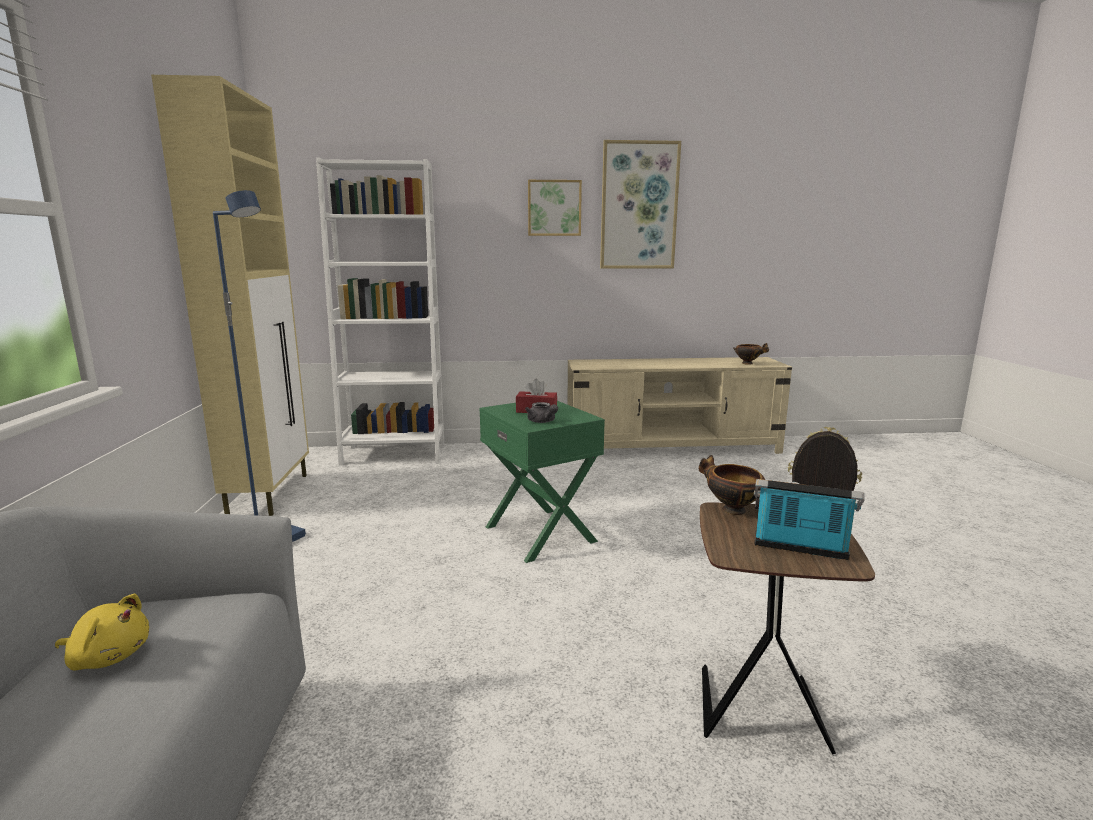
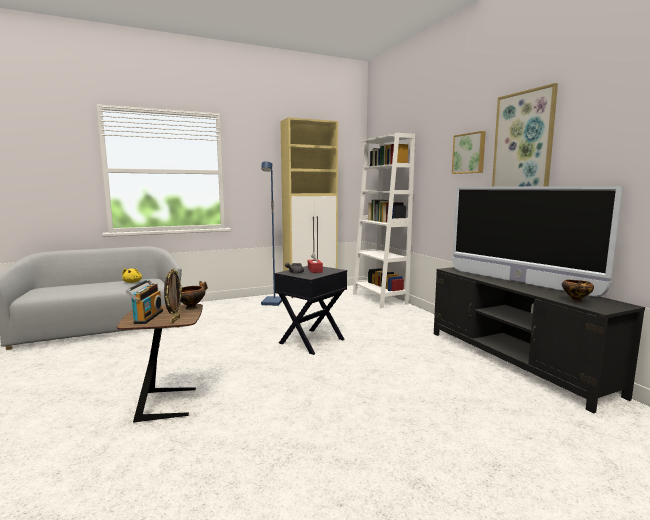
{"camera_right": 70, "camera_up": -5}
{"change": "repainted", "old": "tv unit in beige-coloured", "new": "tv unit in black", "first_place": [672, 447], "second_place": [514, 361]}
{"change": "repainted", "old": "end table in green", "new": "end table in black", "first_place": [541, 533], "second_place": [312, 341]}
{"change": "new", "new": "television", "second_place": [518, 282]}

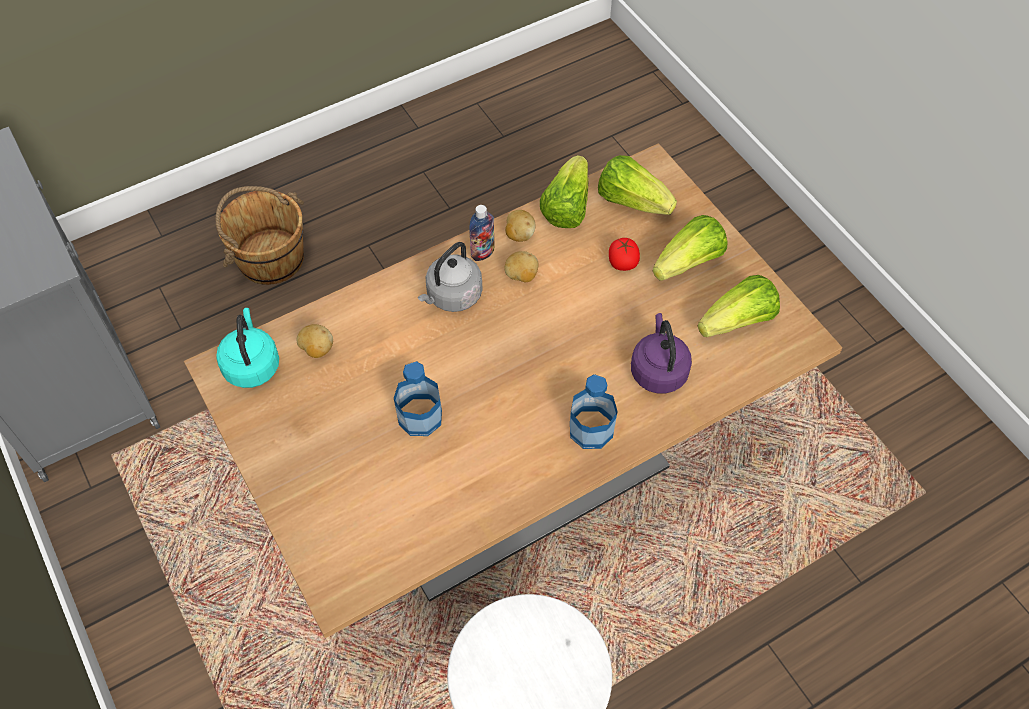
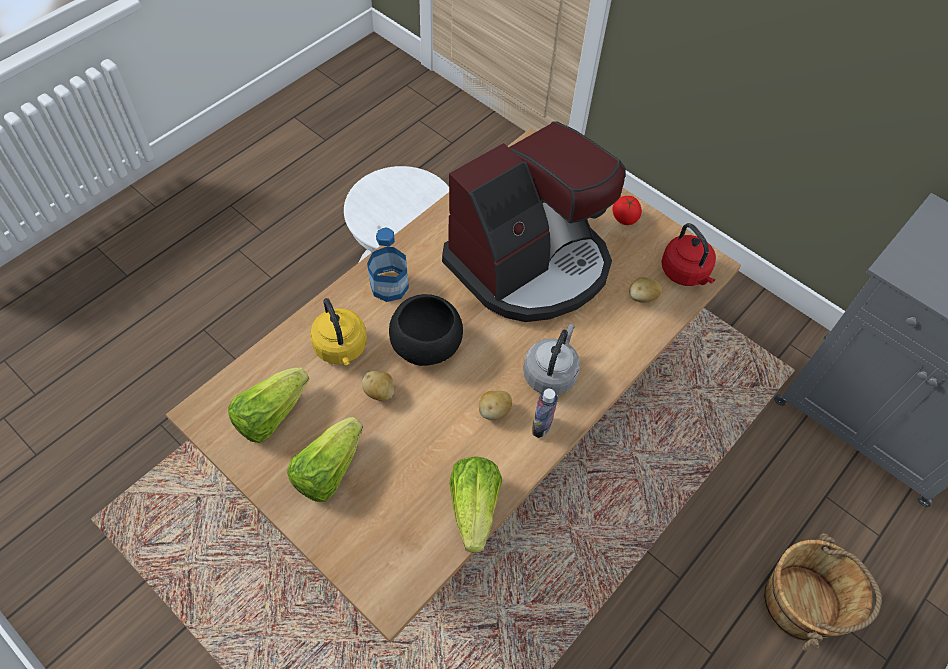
{"camera_right": 160, "camera_up": 0}
{"change": "gone", "old": "lettuce", "first_place": [632, 201]}
{"change": "shifted", "old": "whole potato", "first_place": [519, 234], "second_place": [380, 392]}
{"change": "shifted", "old": "tomato", "first_place": [622, 262], "second_place": [625, 218]}
{"change": "repainted", "old": "kettle in turquoise", "new": "kettle in red-coloured", "first_place": [252, 364], "second_place": [685, 273]}
{"change": "repainted", "old": "kettle in purple", "new": "kettle in yellowish", "first_place": [658, 370], "second_place": [341, 348]}
{"change": "swapped", "old": "beverage bottle", "new": "coffee machine", "first_place": [420, 417], "second_place": [530, 264]}
{"change": "new", "new": "bowl in black", "second_place": [426, 345]}

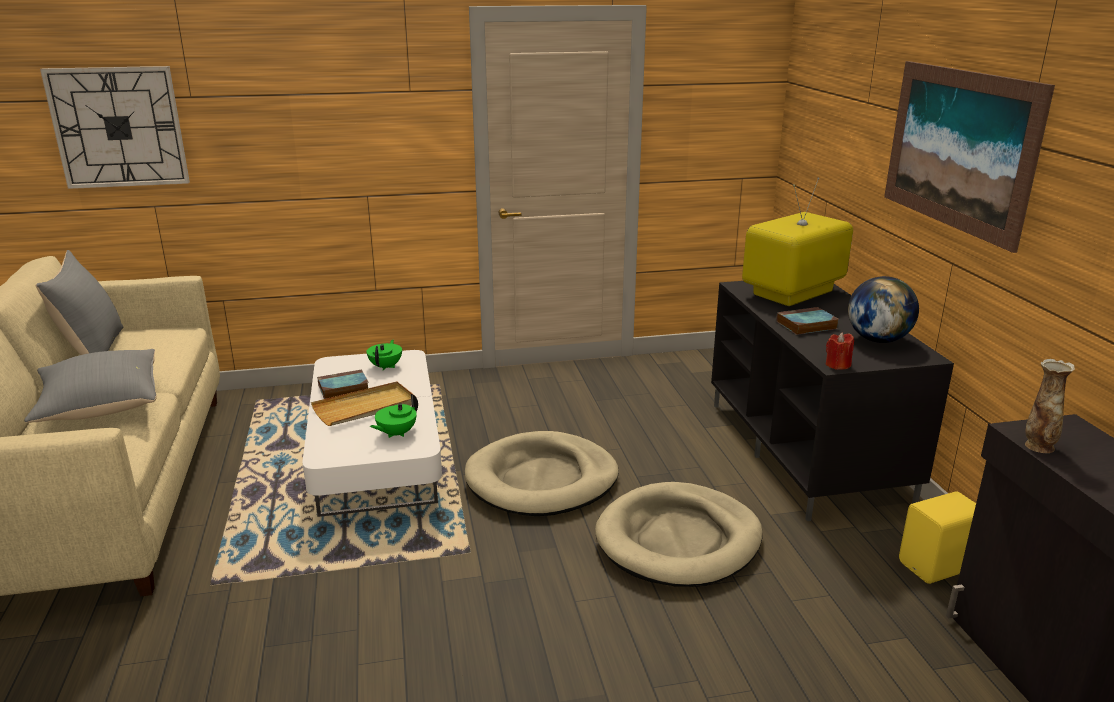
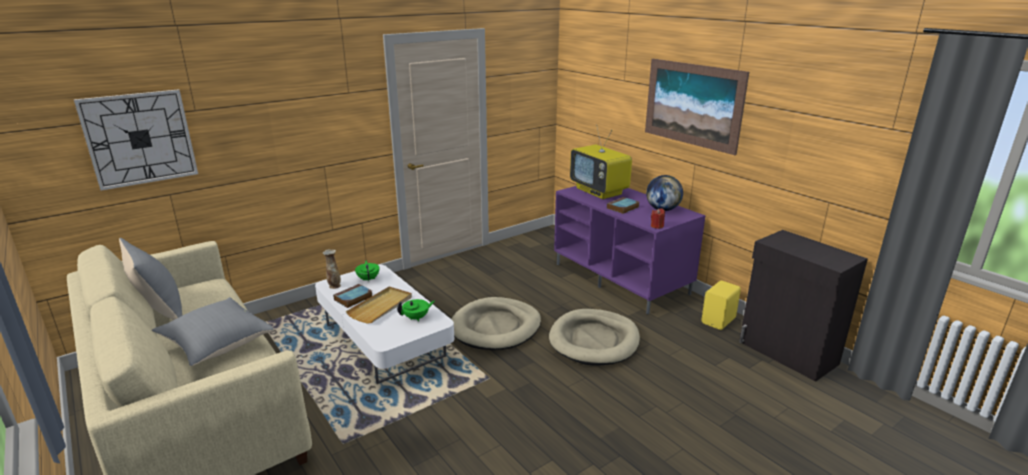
{"camera_right": -25, "camera_up": 0}
{"change": "rotated", "old": "television", "first_place": [793, 293], "second_place": [599, 191], "degrees": -60}
{"change": "repainted", "old": "tv unit in black", "new": "tv unit in purple", "first_place": [807, 452], "second_place": [622, 278]}
{"change": "shifted", "old": "flower vase", "first_place": [1038, 446], "second_place": [334, 286]}
{"change": "rotated", "old": "pot for tea in green", "first_place": [396, 433], "second_place": [417, 318], "degrees": -135}

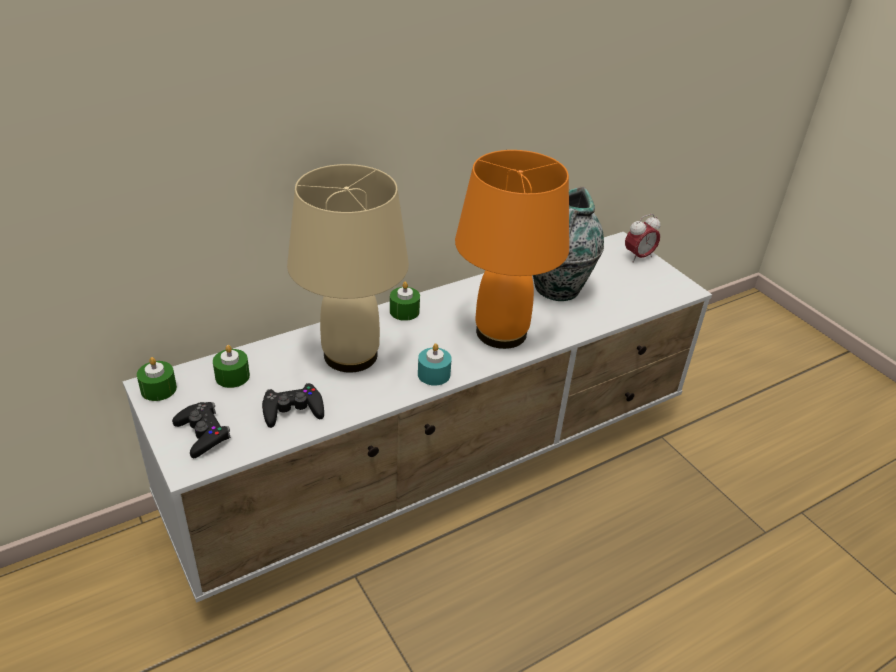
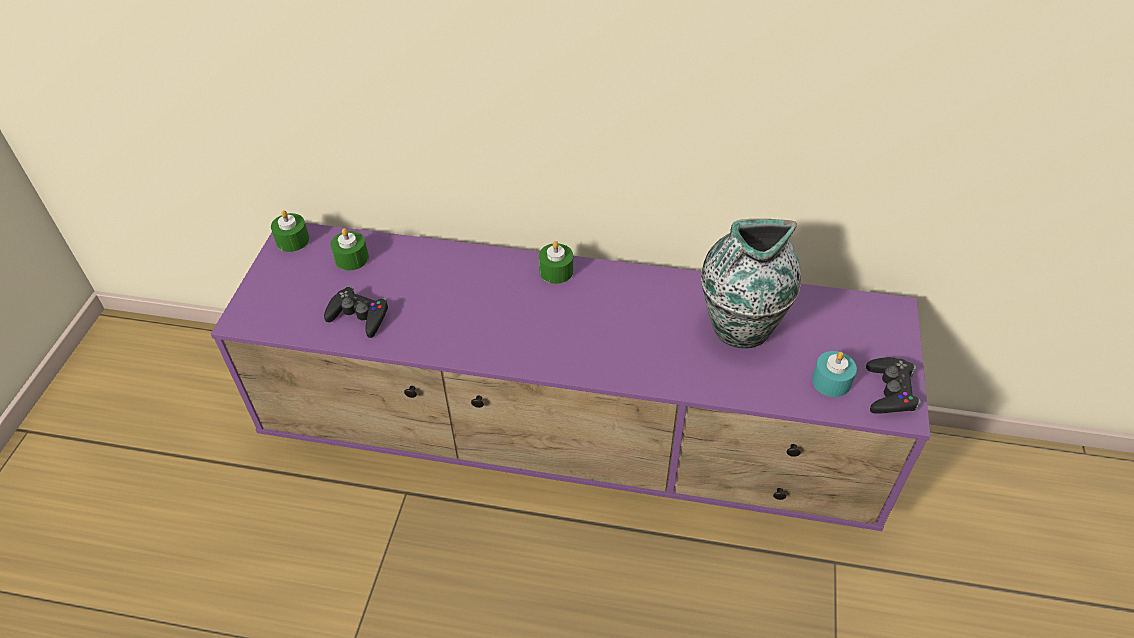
{"camera_right": 45, "camera_up": 10}
{"change": "gone", "old": "table lamp in orangey", "first_place": [501, 333]}
{"change": "gone", "old": "table lamp in beige-coloured", "first_place": [349, 355]}
{"change": "gone", "old": "bedside clock", "first_place": [638, 257]}
{"change": "repainted", "old": "tv unit in white", "new": "tv unit in purple", "first_place": [441, 466], "second_place": [572, 444]}
{"change": "shifted", "old": "candle in turquoise", "first_place": [434, 374], "second_place": [831, 381]}
{"change": "shifted", "old": "game controller in black", "first_place": [202, 433], "second_place": [890, 391]}

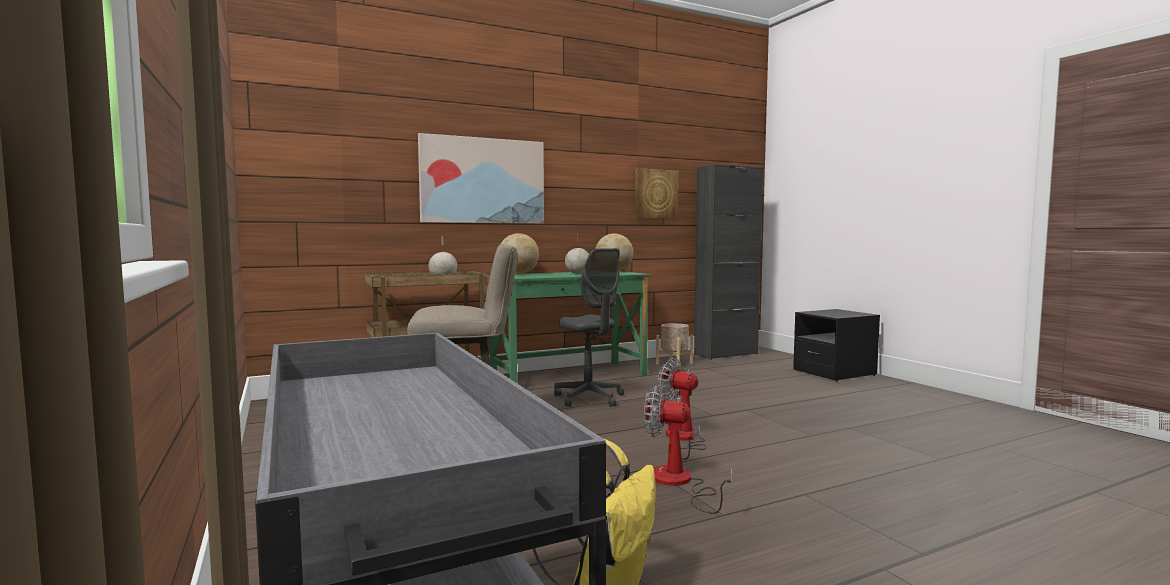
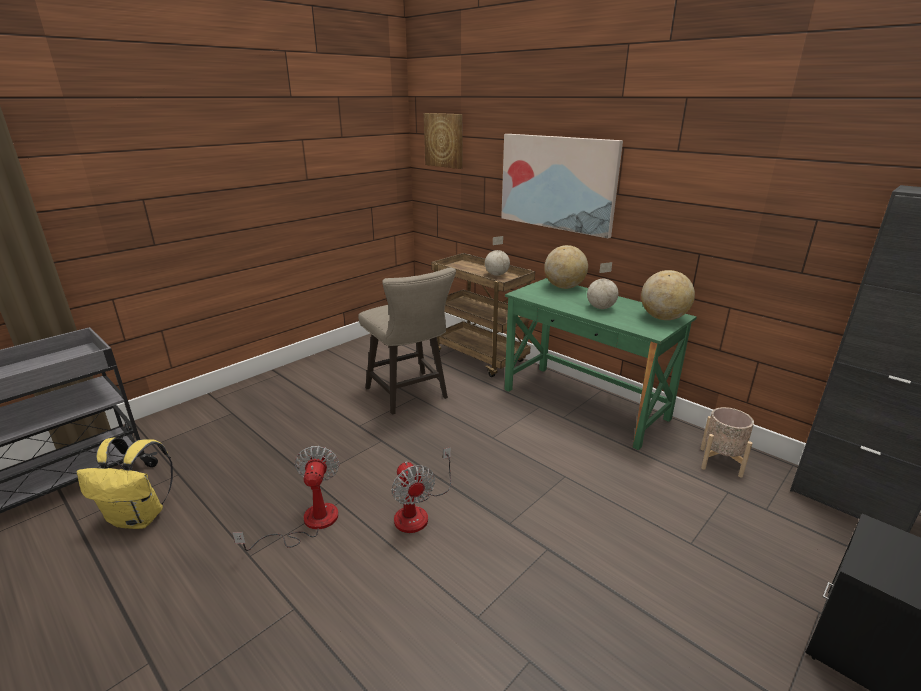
{"camera_right": 70, "camera_up": 20}
{"change": "shifted", "old": "wall picture", "first_place": [655, 194], "second_place": [444, 140]}
{"change": "gone", "old": "computer chair in gray", "first_place": [589, 398]}
{"change": "rotated", "old": "cooling fan", "first_place": [683, 439], "second_place": [418, 511], "degrees": 135}

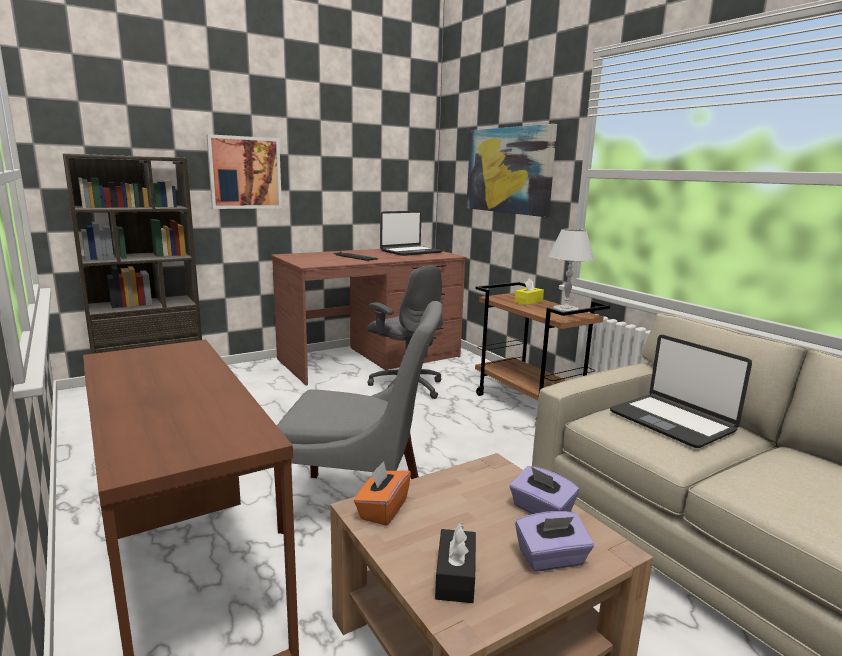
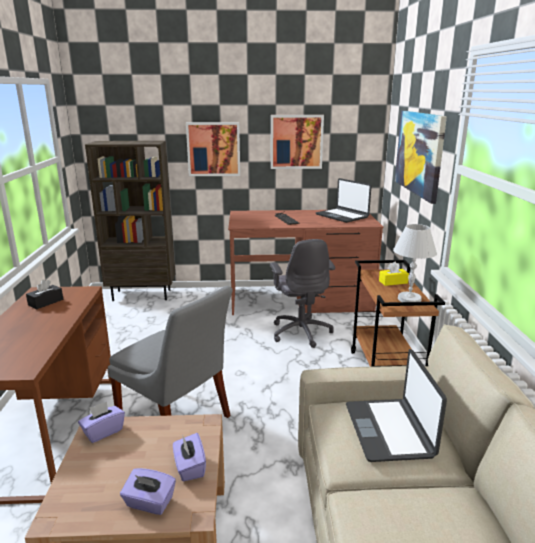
{"camera_right": 30, "camera_up": 5}
{"change": "rotated", "old": "notebook computer", "first_place": [410, 252], "second_place": [342, 216], "degrees": 60}
{"change": "repainted", "old": "box of tissues in orangey", "new": "box of tissues in purple", "first_place": [382, 510], "second_place": [103, 431]}
{"change": "shifted", "old": "box of tissues in black", "first_place": [455, 576], "second_place": [46, 302]}
{"change": "new", "new": "wall picture", "second_place": [296, 142]}

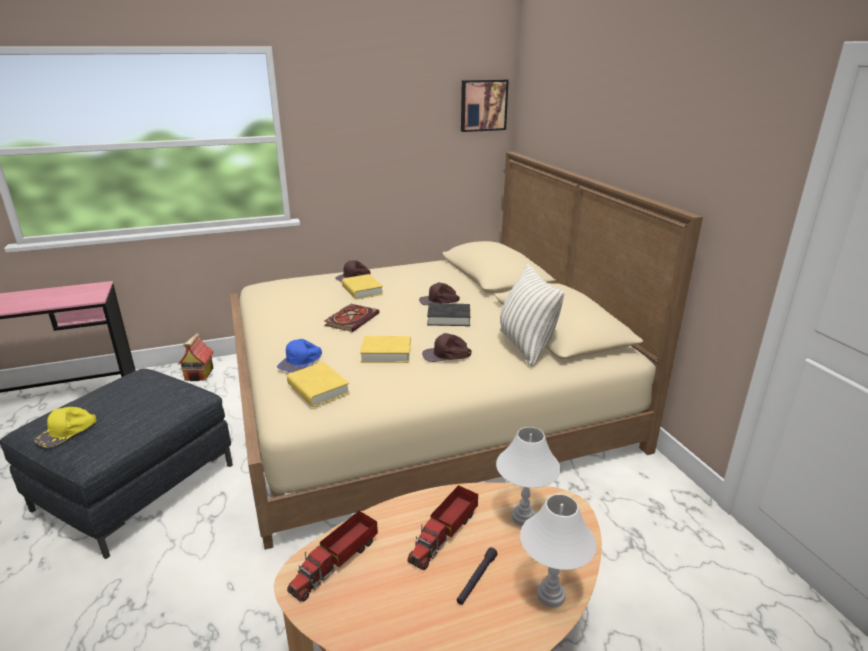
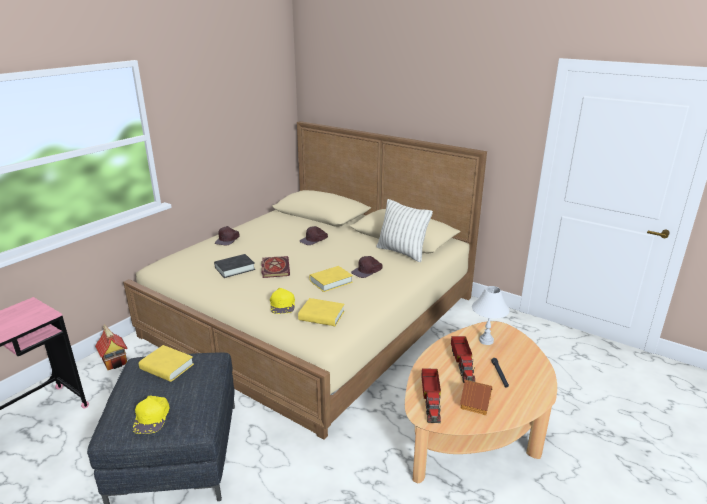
{"camera_right": -35, "camera_up": 0}
{"change": "gone", "old": "wall picture", "first_place": [483, 105]}
{"change": "shifted", "old": "bound book in yellowish", "first_place": [362, 290], "second_place": [167, 367]}
{"change": "shifted", "old": "bound book in black", "first_place": [448, 318], "second_place": [235, 268]}
{"change": "repainted", "old": "baseball cap in blue-coloured", "new": "baseball cap in yellowish", "first_place": [301, 361], "second_place": [283, 304]}
{"change": "gone", "old": "table lamp in white", "first_place": [550, 595]}
{"change": "new", "new": "miniature house", "second_place": [475, 403]}

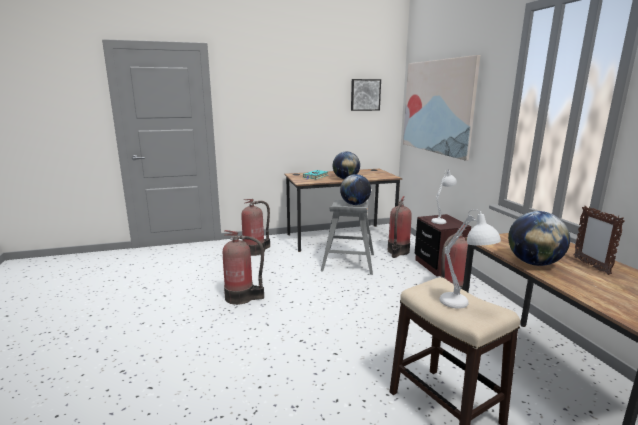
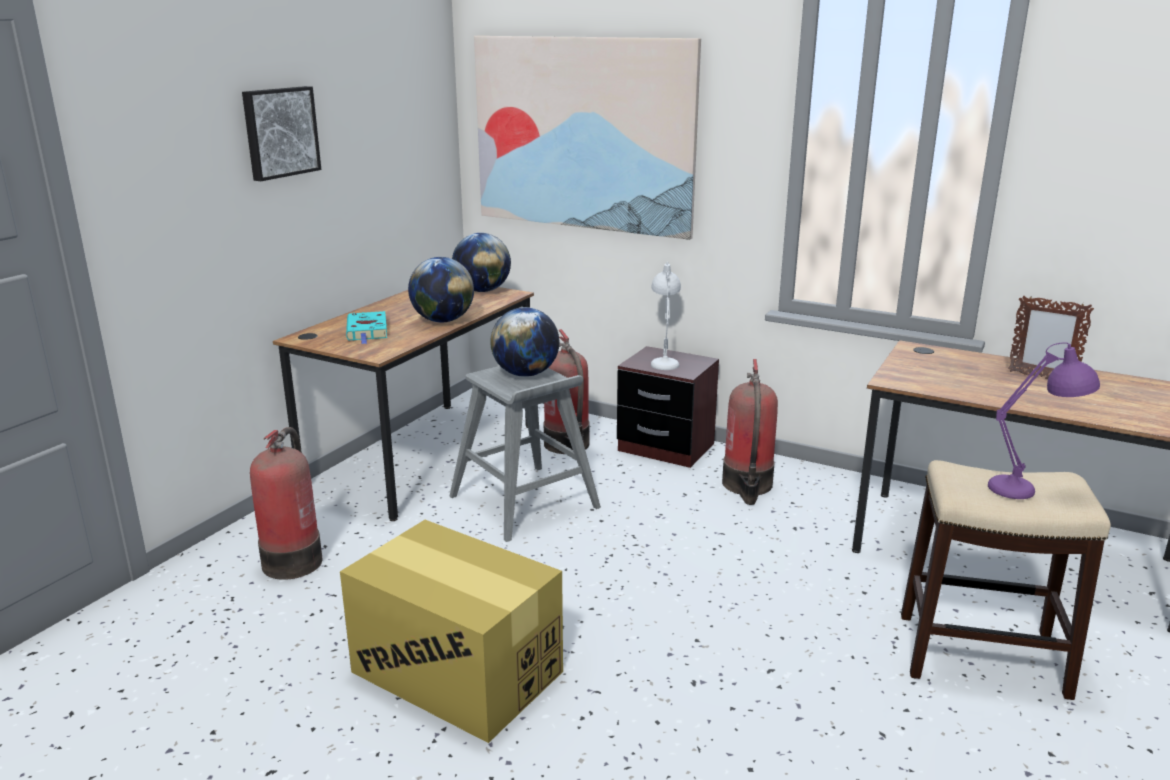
{"camera_right": -45, "camera_up": 5}
{"change": "shifted", "old": "wall picture", "first_place": [365, 95], "second_place": [279, 132]}
{"change": "repainted", "old": "table lamp in white", "new": "table lamp in purple", "first_place": [463, 306], "second_place": [1031, 490]}
{"change": "shifted", "old": "world globe", "first_place": [533, 263], "second_place": [482, 291]}
{"change": "swapped", "old": "fire extinguisher", "new": "packing box", "first_place": [242, 297], "second_place": [456, 671]}

